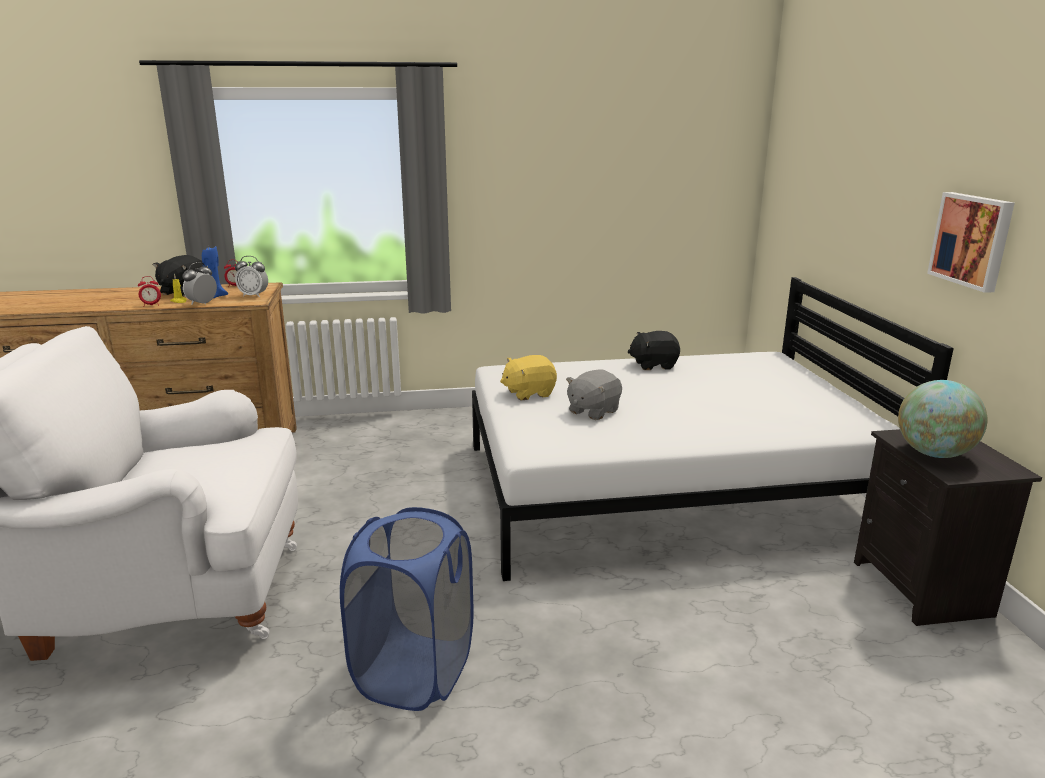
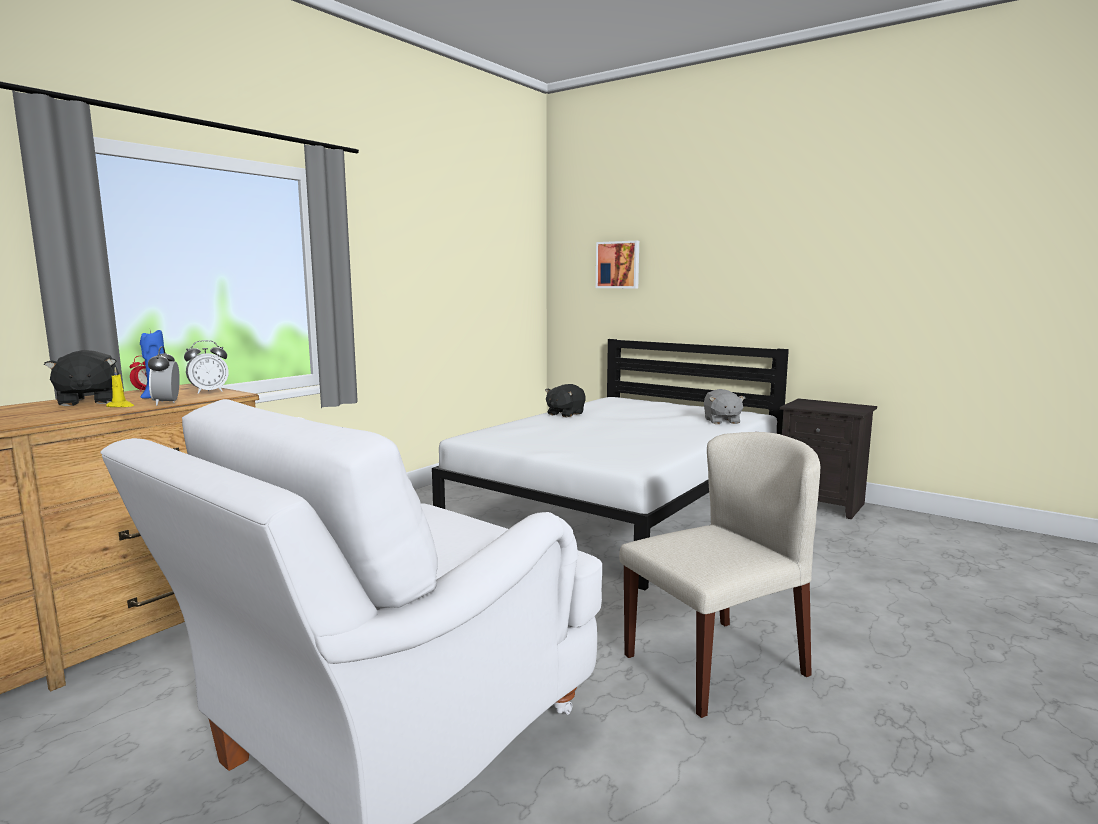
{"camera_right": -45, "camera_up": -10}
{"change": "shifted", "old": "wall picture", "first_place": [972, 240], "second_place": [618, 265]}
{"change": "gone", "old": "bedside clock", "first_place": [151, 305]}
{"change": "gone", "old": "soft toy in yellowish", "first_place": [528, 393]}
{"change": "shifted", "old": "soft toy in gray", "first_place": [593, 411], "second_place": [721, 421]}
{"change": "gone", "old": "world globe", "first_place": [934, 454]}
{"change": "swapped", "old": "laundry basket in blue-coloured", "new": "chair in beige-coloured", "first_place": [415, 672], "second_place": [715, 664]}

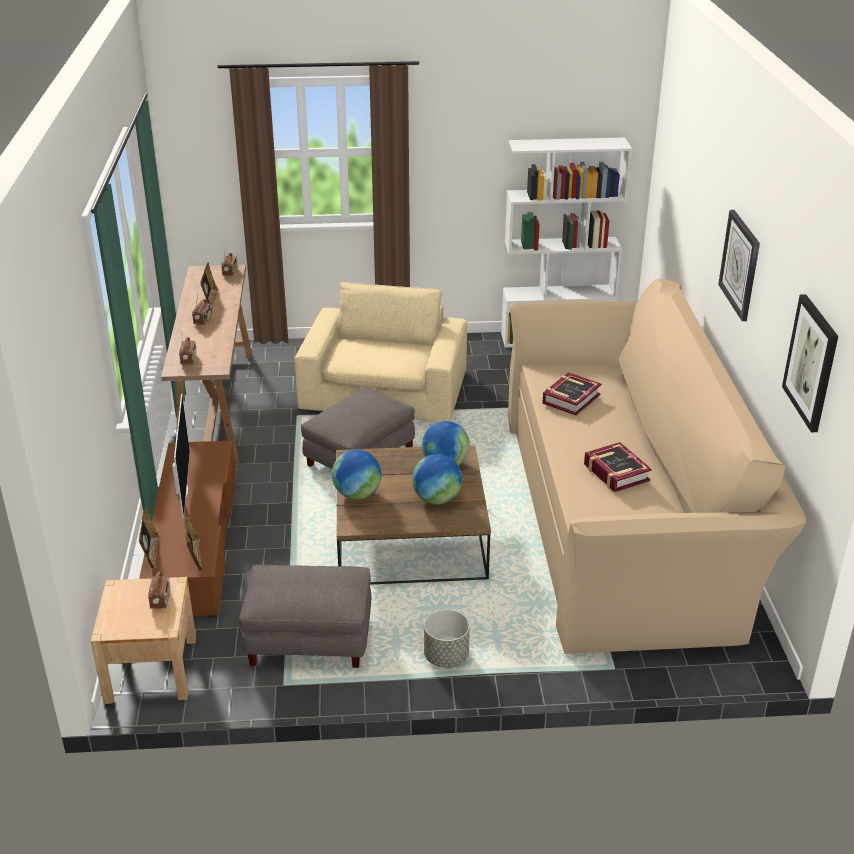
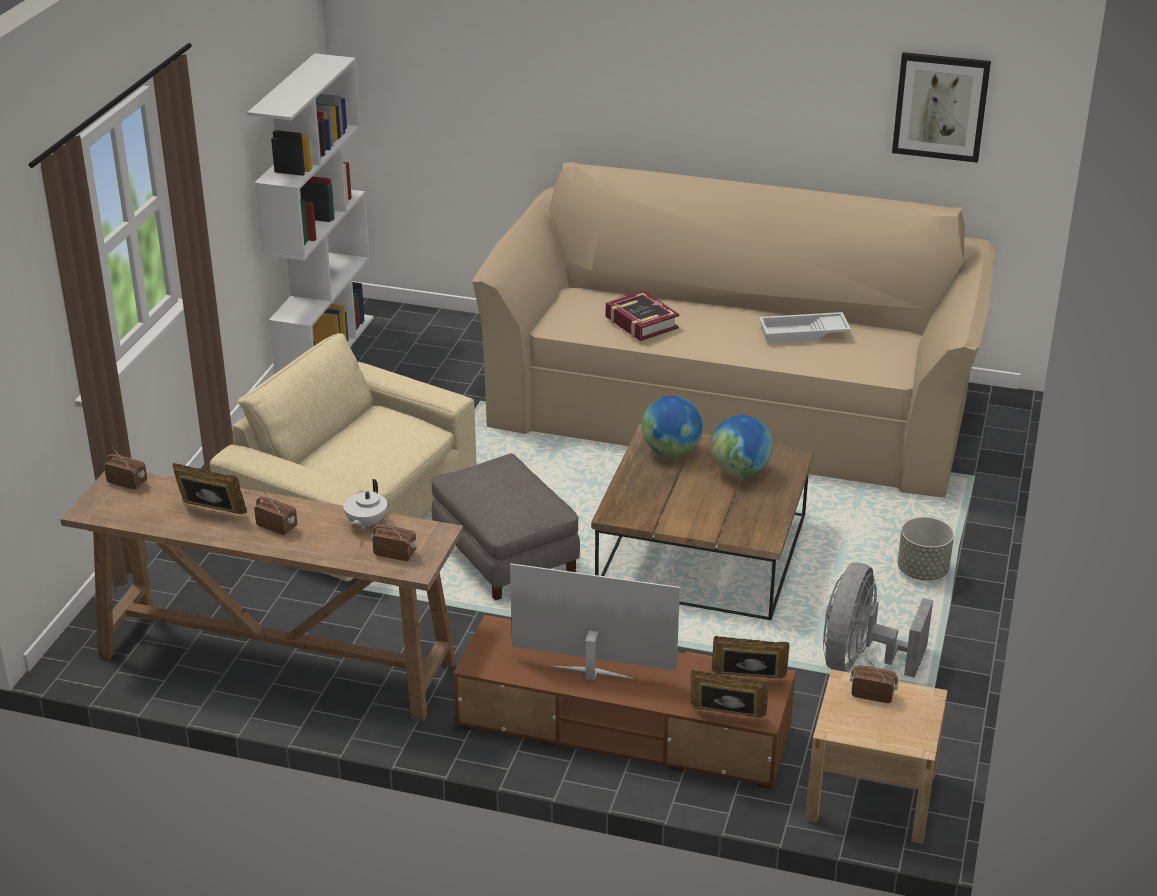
{"camera_right": -70, "camera_up": 0}
{"change": "gone", "old": "wall clock", "first_place": [740, 264]}
{"change": "swapped", "old": "bound book", "new": "carrying tray in white", "first_place": [616, 473], "second_place": [803, 334]}
{"change": "gone", "old": "world globe", "first_place": [357, 494]}
{"change": "swapped", "old": "footrest in gray", "new": "cooling fan in gray", "first_place": [308, 640], "second_place": [860, 661]}
{"change": "new", "new": "pot for tea in white", "second_place": [366, 523]}

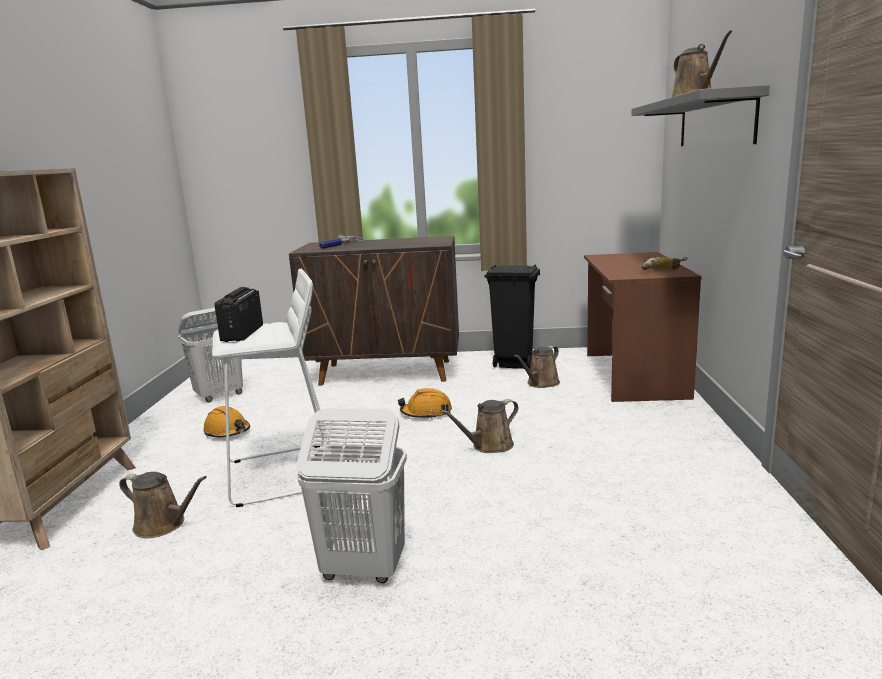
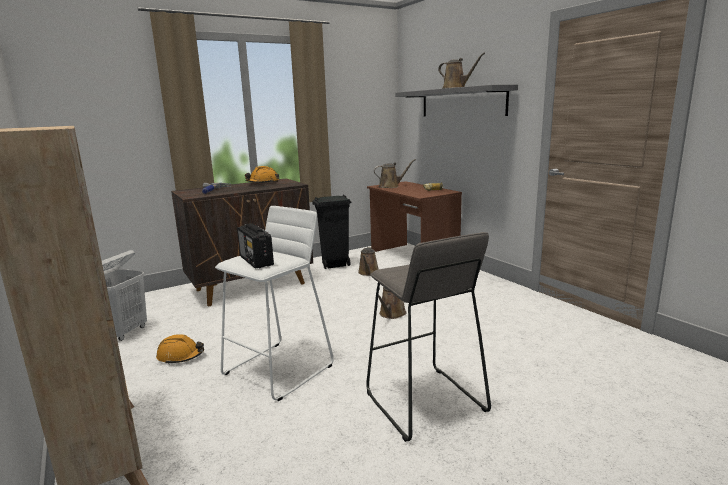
{"camera_right": -35, "camera_up": 0}
{"change": "shifted", "old": "safety helmet in orangey", "first_place": [426, 413], "second_place": [263, 183]}
{"change": "swapped", "old": "laundry basket in white", "new": "sitting stool in gray", "first_place": [362, 569], "second_place": [424, 402]}
{"change": "shifted", "old": "sprinkling can in brown-coloured", "first_place": [163, 525], "second_place": [391, 186]}

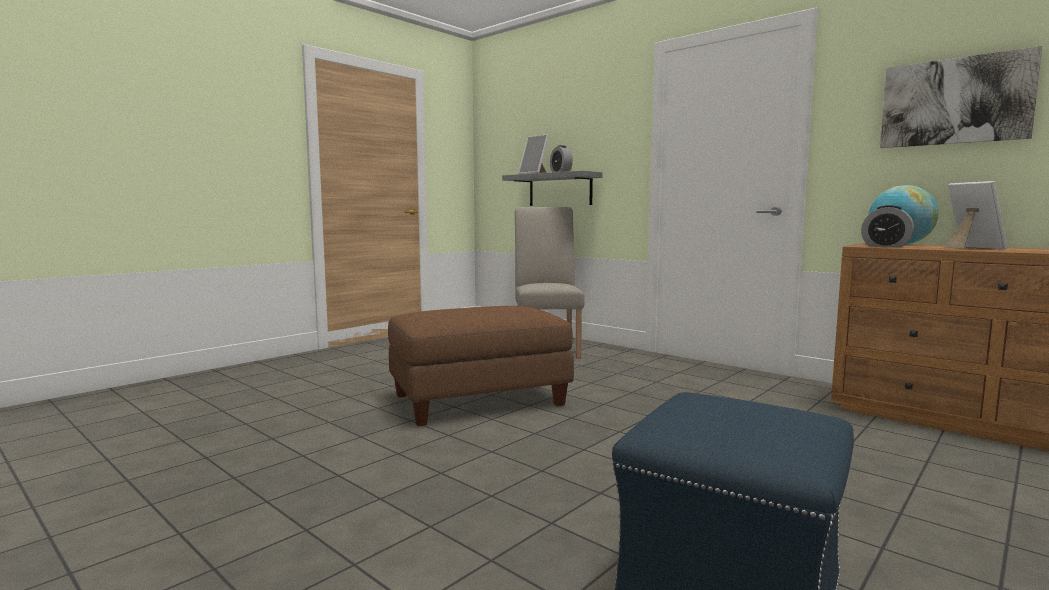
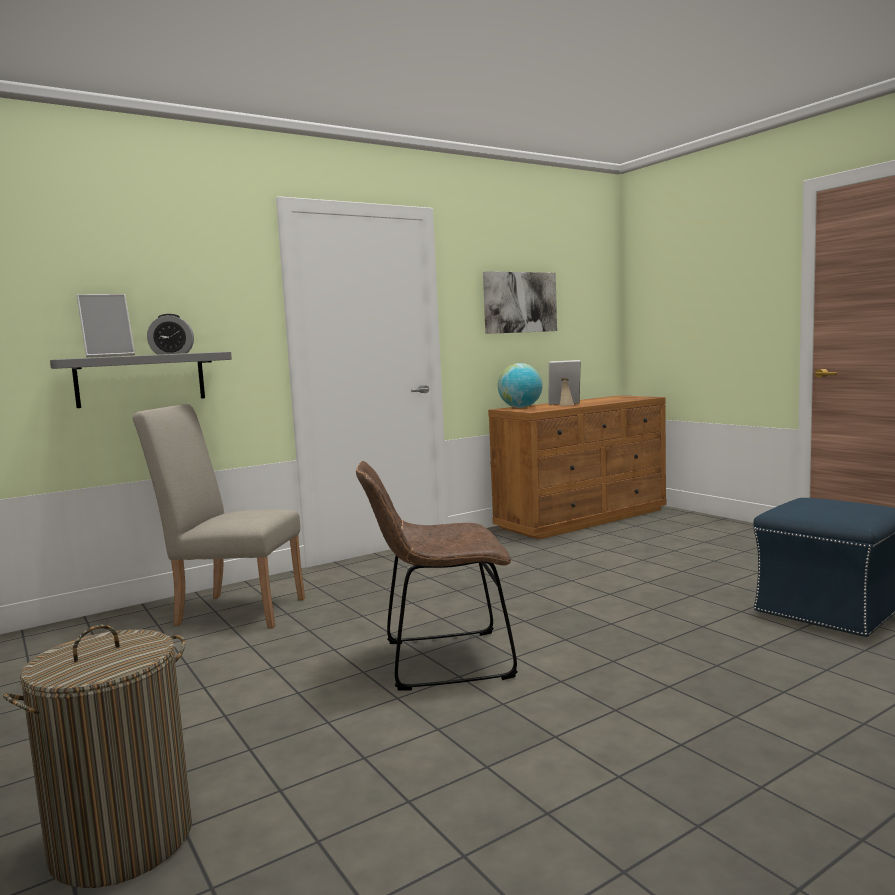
{"camera_right": -75, "camera_up": 0}
{"change": "gone", "old": "bedside clock", "first_place": [885, 246]}
{"change": "swapped", "old": "footrest in brown-coloured", "new": "chair in brown-coloured", "first_place": [479, 399], "second_place": [439, 661]}
{"change": "new", "new": "laundry basket", "second_place": [122, 840]}

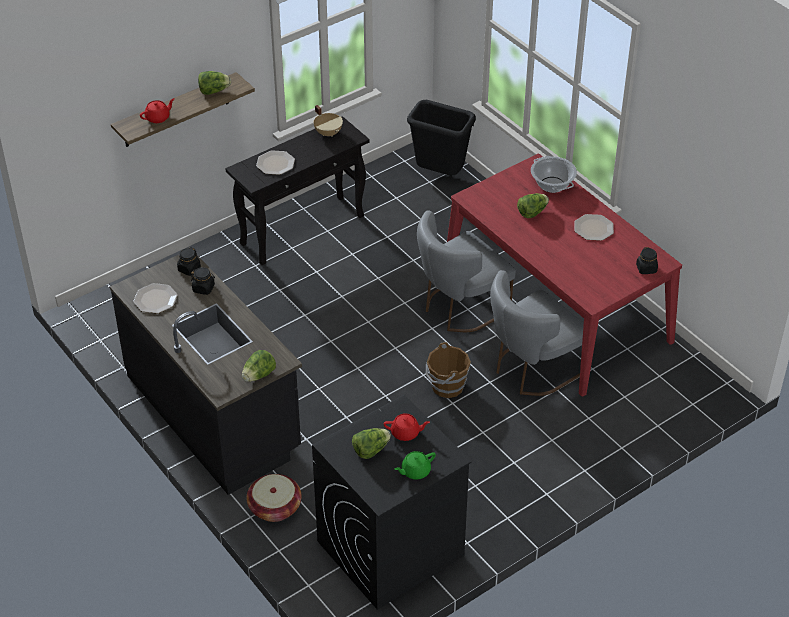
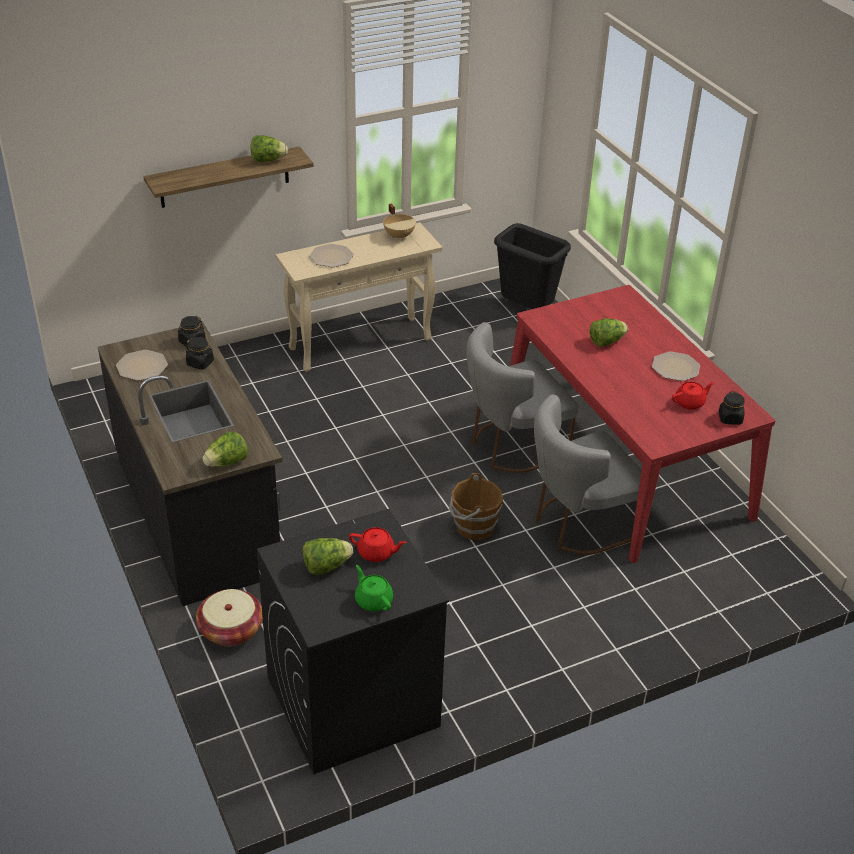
{"camera_right": 10, "camera_up": -5}
{"change": "shifted", "old": "pot for tea in red-coloured", "first_place": [158, 118], "second_place": [690, 403]}
{"change": "repainted", "old": "console table in black", "new": "console table in beige-coloured", "first_place": [303, 229], "second_place": [361, 343]}
{"change": "gone", "old": "stockpot", "first_place": [552, 185]}
{"change": "rotated", "old": "pot for tea in green", "first_place": [415, 471], "second_place": [373, 600], "degrees": 75}

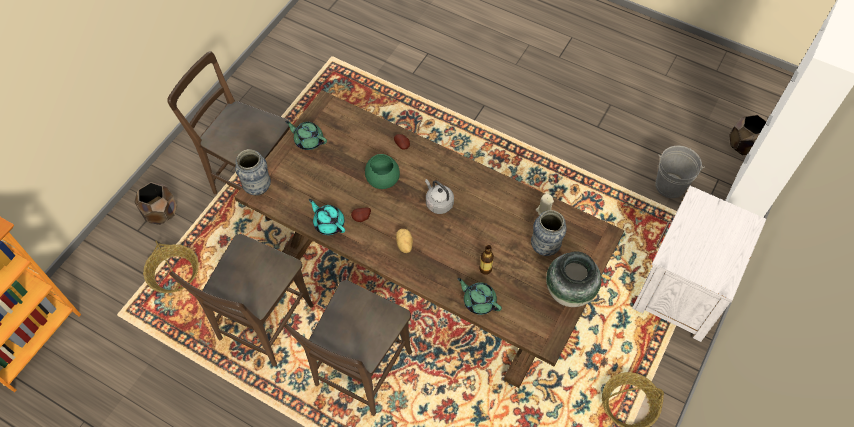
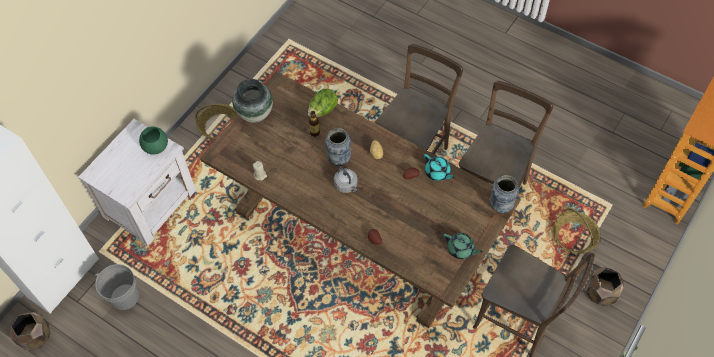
{"camera_right": -175, "camera_up": 0}
{"change": "shifted", "old": "bowl in green", "first_place": [382, 178], "second_place": [156, 146]}
{"change": "shifted", "old": "flower vase", "first_place": [544, 247], "second_place": [339, 159]}
{"change": "swapped", "old": "pot for tea in green", "new": "lettuce", "first_place": [479, 301], "second_place": [323, 111]}

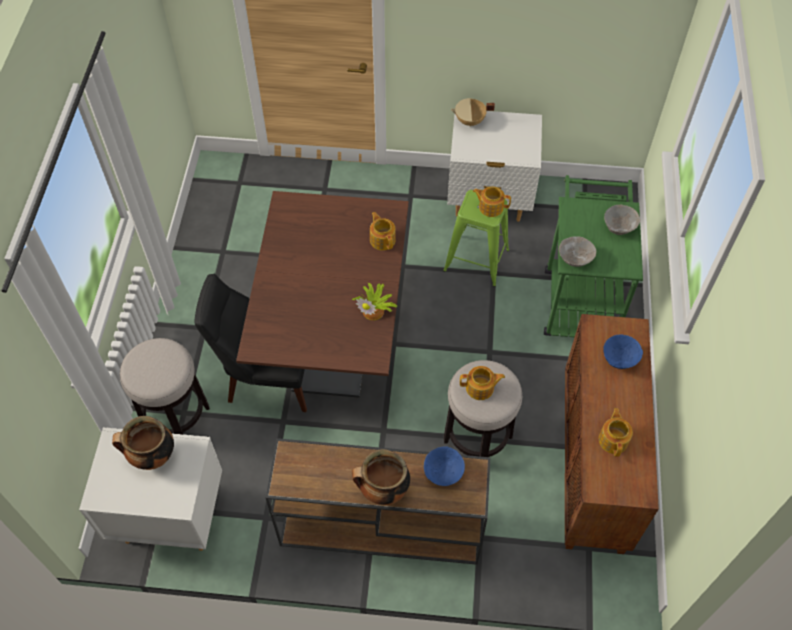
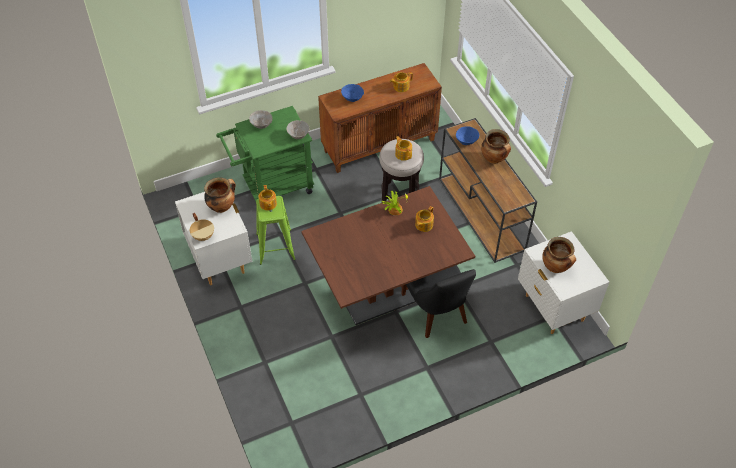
{"camera_right": -120, "camera_up": -5}
{"change": "shifted", "old": "pot for tea", "first_place": [382, 239], "second_place": [423, 225]}
{"change": "gone", "old": "sitting stool", "first_place": [176, 416]}
{"change": "new", "new": "stockpot", "second_place": [222, 206]}

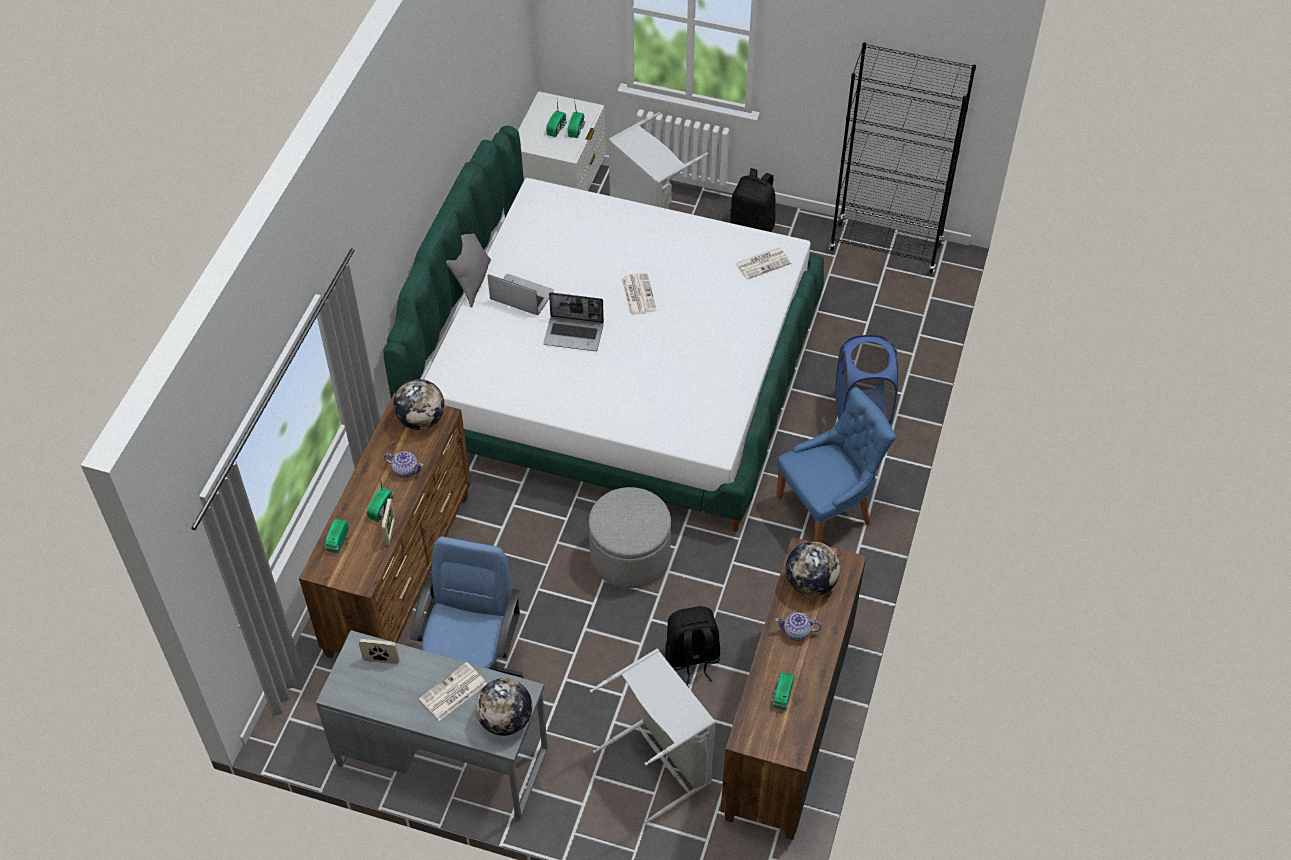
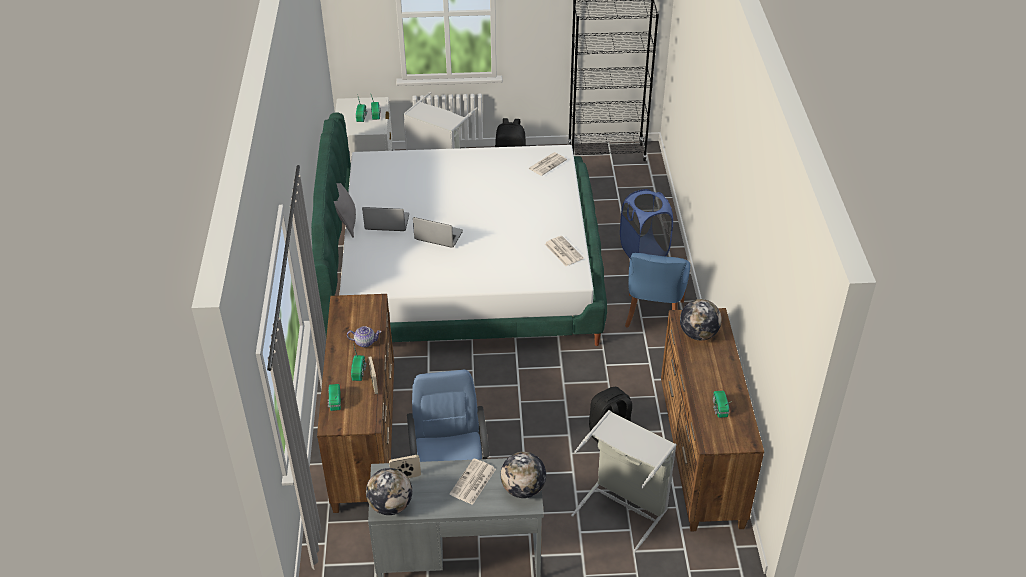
{"camera_right": -20, "camera_up": -10}
{"change": "shifted", "old": "printed paper", "first_place": [638, 294], "second_place": [563, 251]}
{"change": "rotated", "old": "notebook computer", "first_place": [574, 334], "second_place": [438, 236], "degrees": -150}
{"change": "shifted", "old": "world globe", "first_place": [421, 420], "second_place": [390, 505]}
{"change": "rotated", "old": "chair in blue-coloured", "first_place": [827, 510], "second_place": [653, 315], "degrees": 150}
{"change": "gone", "old": "footrest in gray", "first_place": [630, 556]}
{"change": "gone", "old": "pot for tea", "first_place": [797, 632]}

